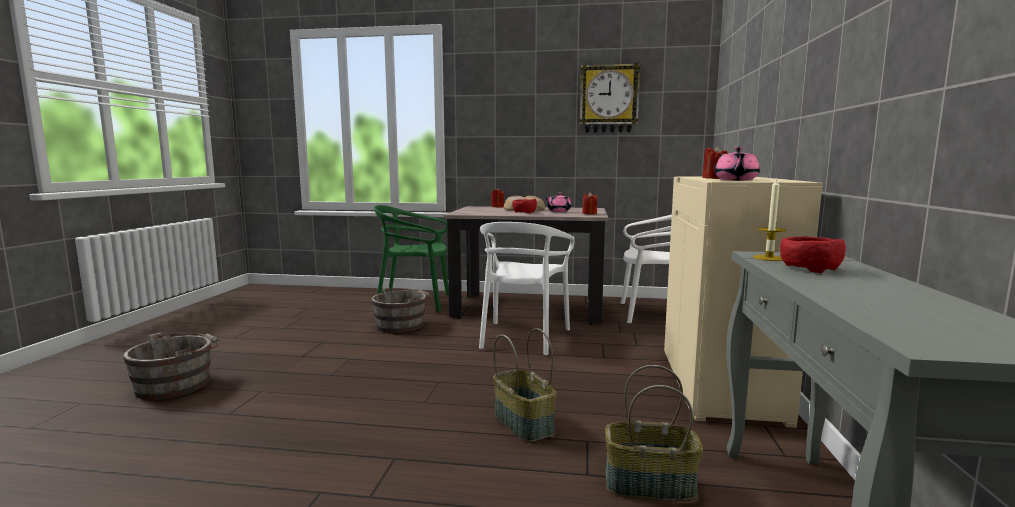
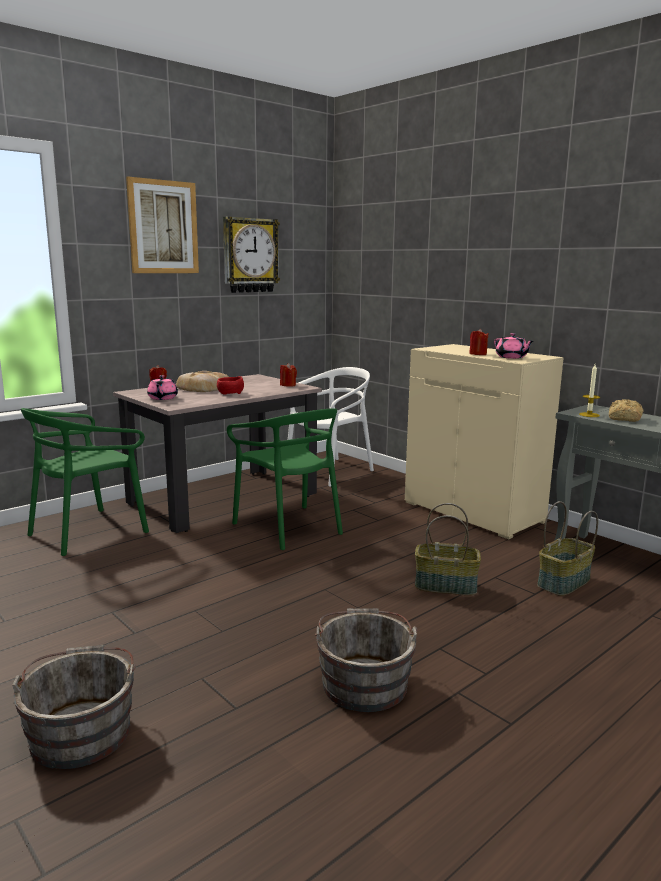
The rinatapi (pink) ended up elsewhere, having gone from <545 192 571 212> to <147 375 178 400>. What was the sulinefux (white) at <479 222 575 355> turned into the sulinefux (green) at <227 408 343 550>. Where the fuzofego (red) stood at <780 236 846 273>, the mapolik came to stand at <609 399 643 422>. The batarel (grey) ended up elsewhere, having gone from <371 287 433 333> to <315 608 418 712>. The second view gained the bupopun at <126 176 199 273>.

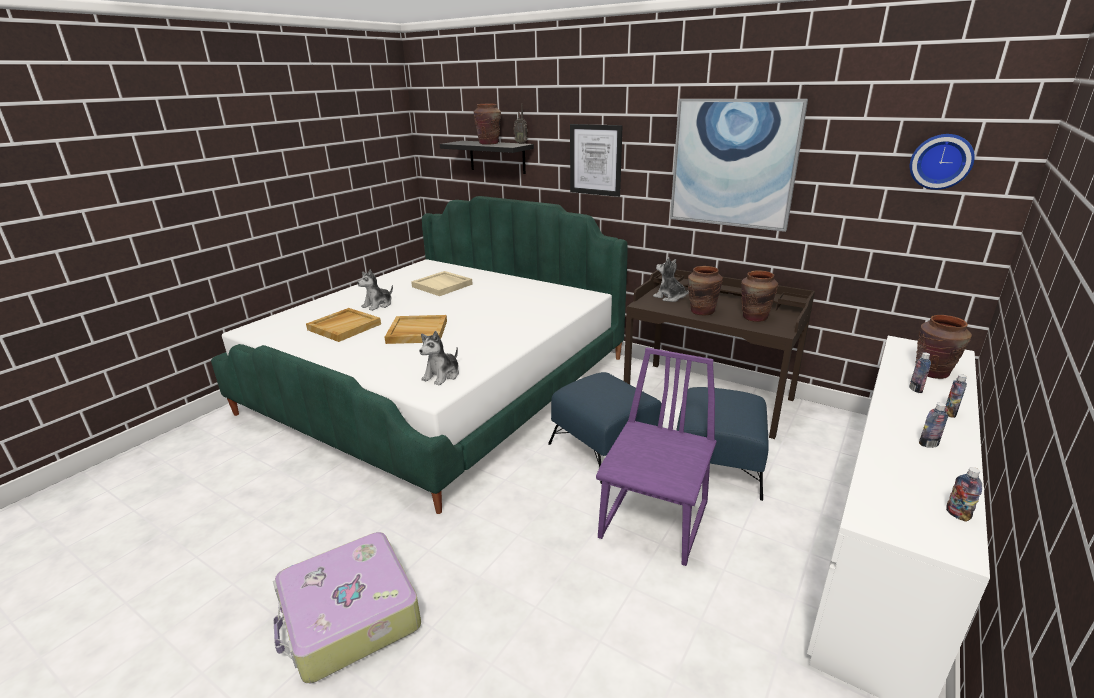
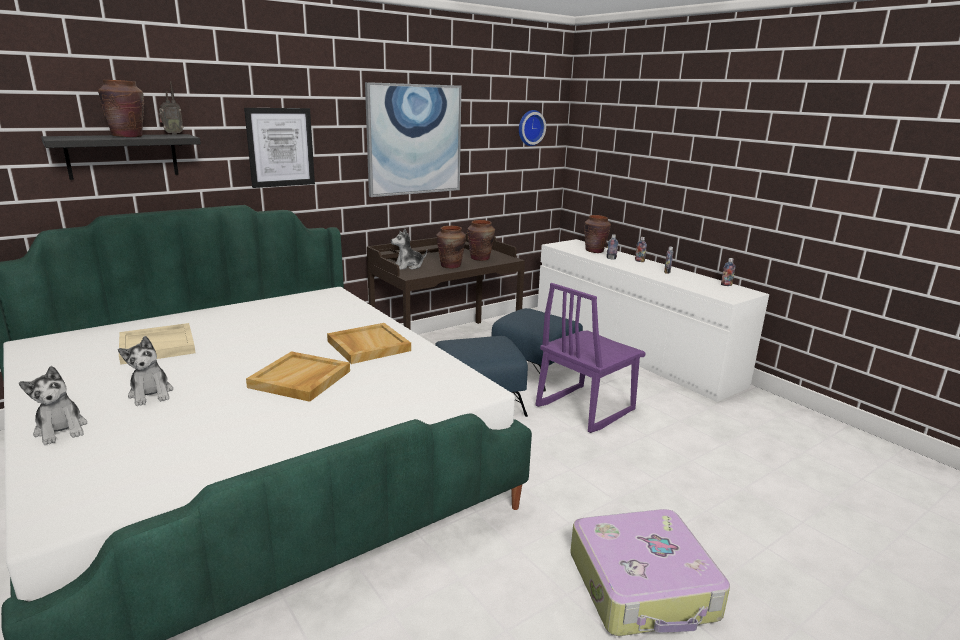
The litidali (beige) ended up elsewhere, having gone from <306 308 381 342> to <327 323 411 364>. The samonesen ended up elsewhere, having gone from <419 331 459 386> to <19 366 87 445>. The sulinefux (purple) at <596 348 716 566> ended up facing another way, 90 degrees counterclockwise from before.

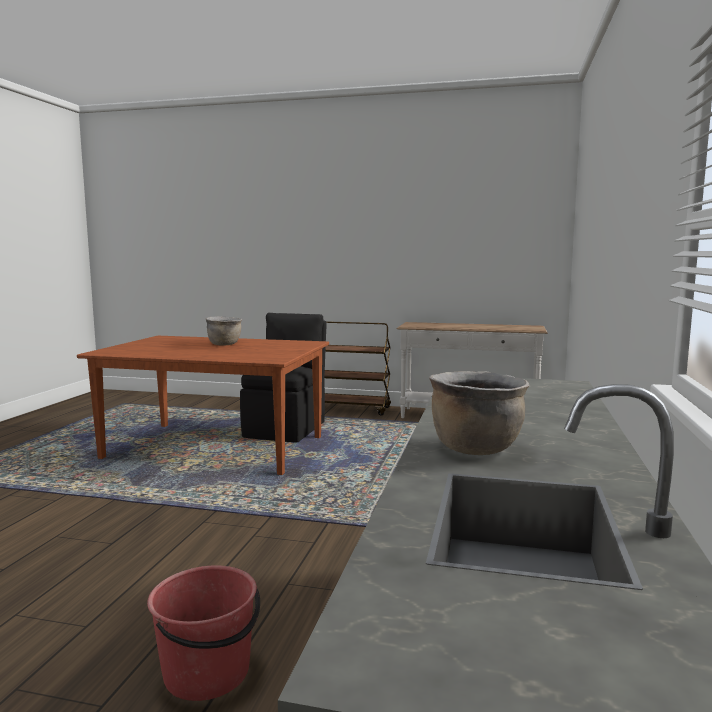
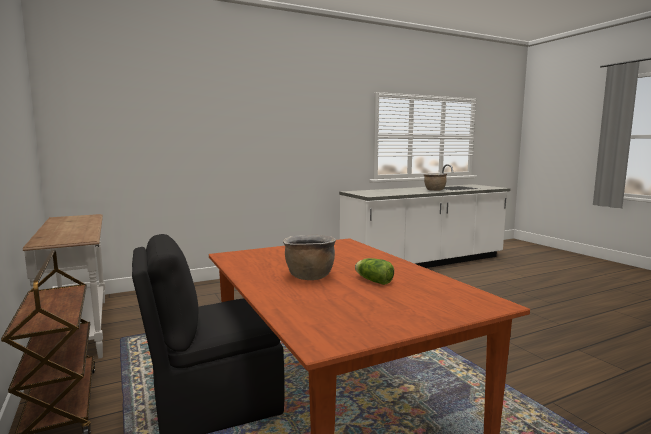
The second view lost the batarel (red) at <147 565 260 701>. The second view gained the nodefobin at <355 258 394 285>.

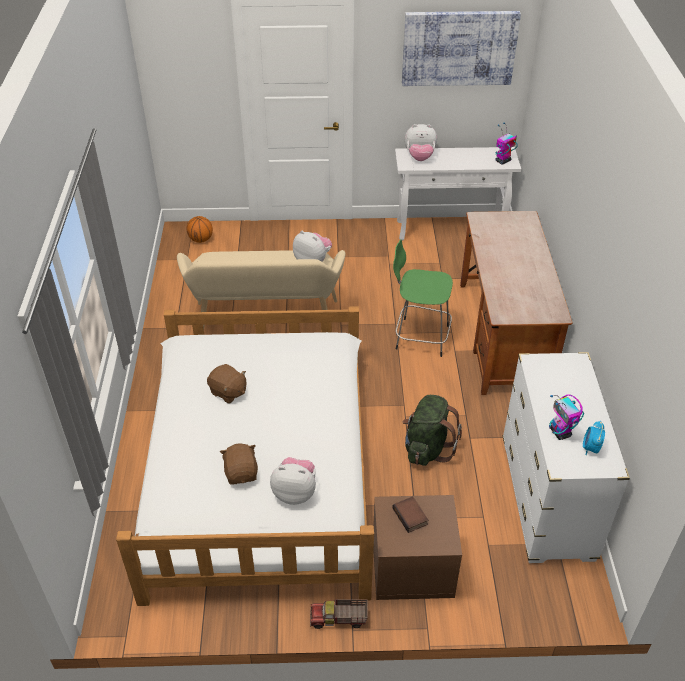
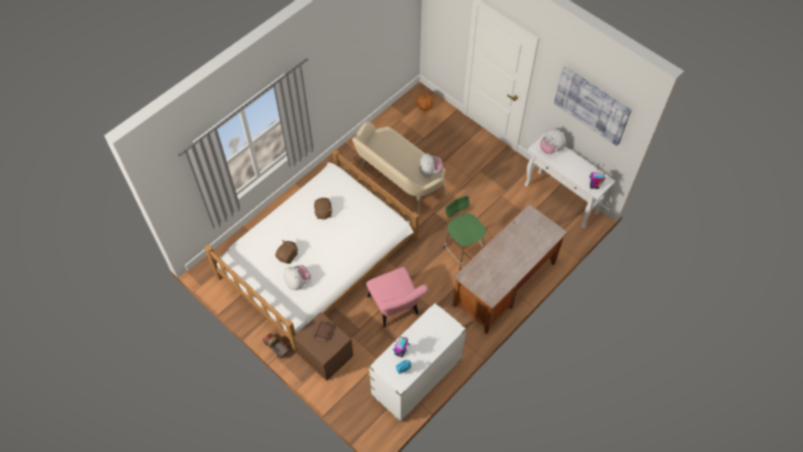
Where the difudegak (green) stood at <403 395 462 466>, the sulinefux (pink) came to stand at <366 267 428 328>.

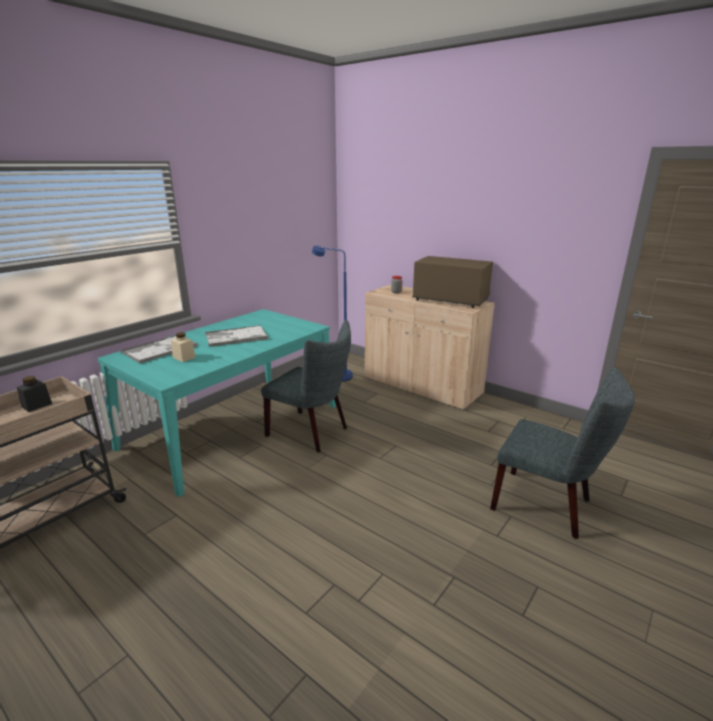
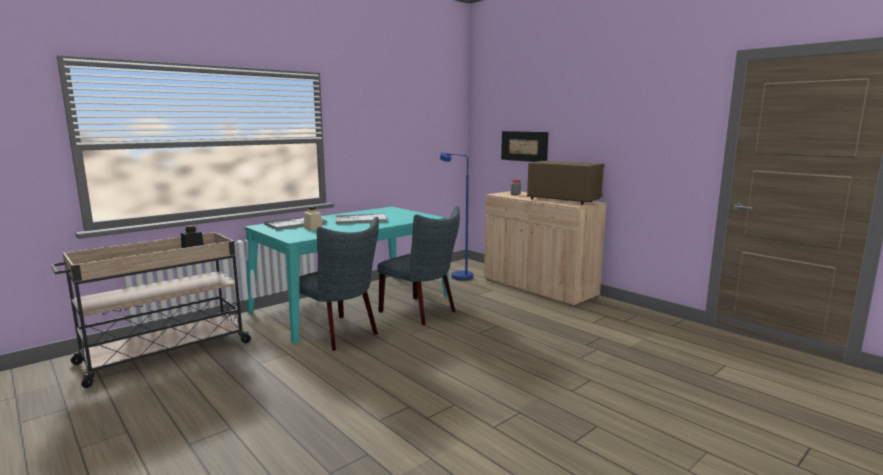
The sulinefux (grey) ended up elsewhere, having gone from <490 367 635 539> to <299 217 379 351>. The second view gained the bupopun at <501 131 549 162>.

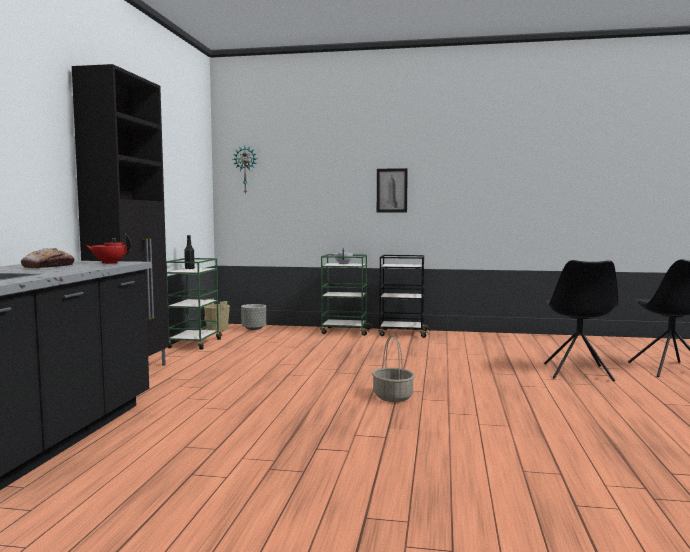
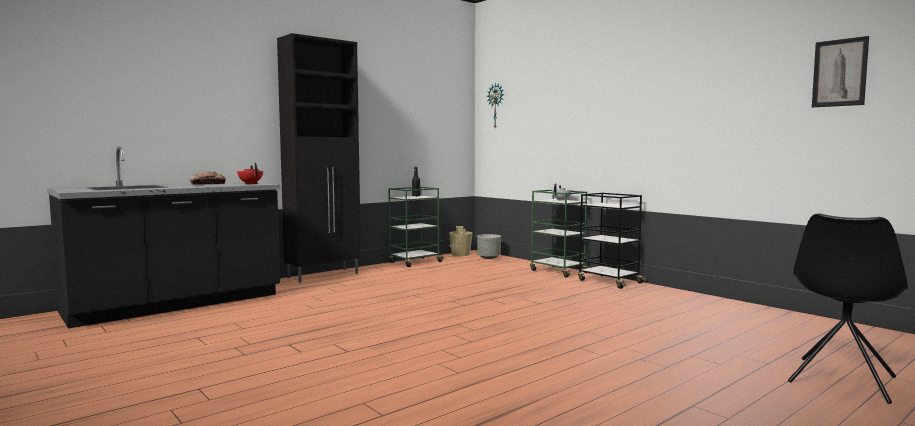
The bupopun ended up elsewhere, having gone from <377 168 408 213> to <812 36 869 108>. The second view lost the sulinefux (black) at <544 260 618 382>. The second view lost the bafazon at <372 335 415 402>.

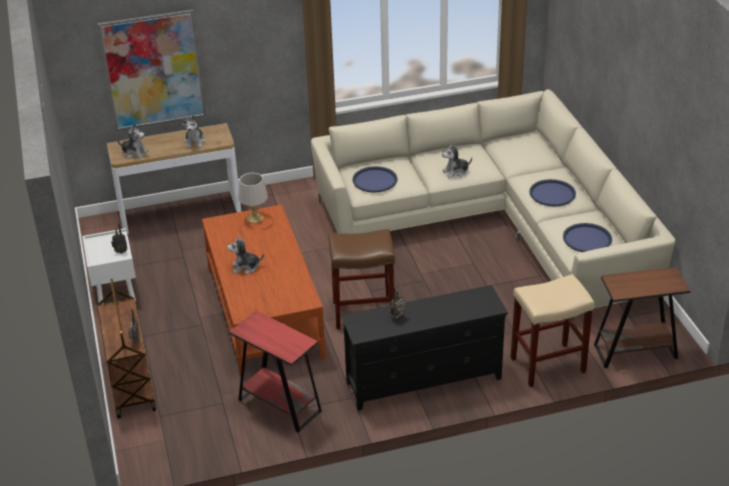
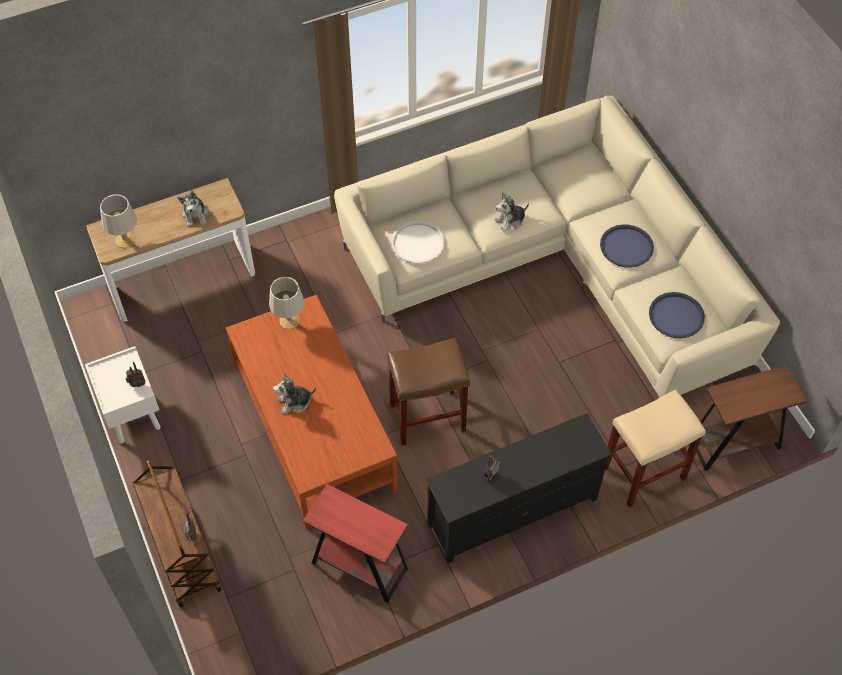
The second view lost the bupopun at <97 9 206 131>. Where the samonesen stood at <117 124 149 158>, the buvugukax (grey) came to stand at <100 194 137 248>. What was the litidali (blue) at <352 166 397 193> turned into the litidali (white) at <392 221 445 264>.

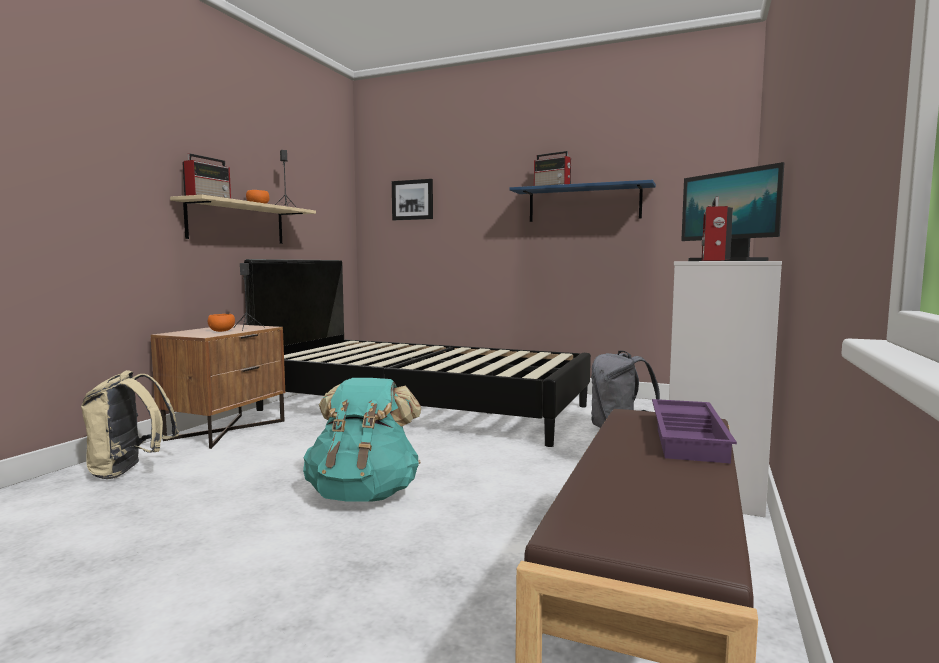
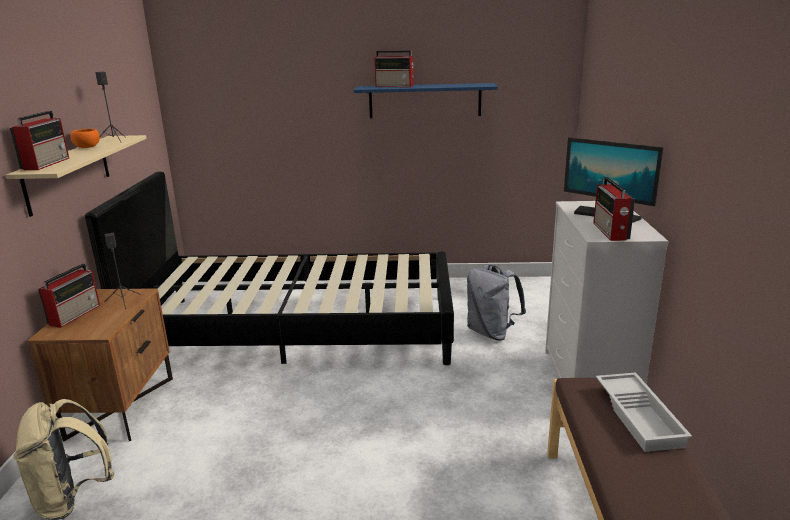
The second view lost the bupopun at <392 179 433 220>. The second view lost the fuzofego (orange) at <208 314 235 332>. The second view lost the difudegak (turquoise) at <303 378 421 502>. What was the litidali (purple) at <652 399 737 464> turned into the litidali (white) at <596 373 692 452>. The second view gained the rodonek at <38 263 100 328>.

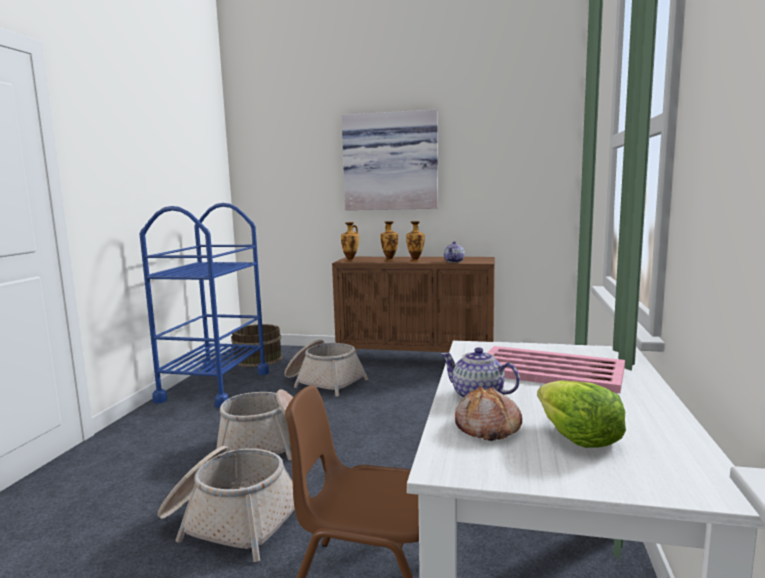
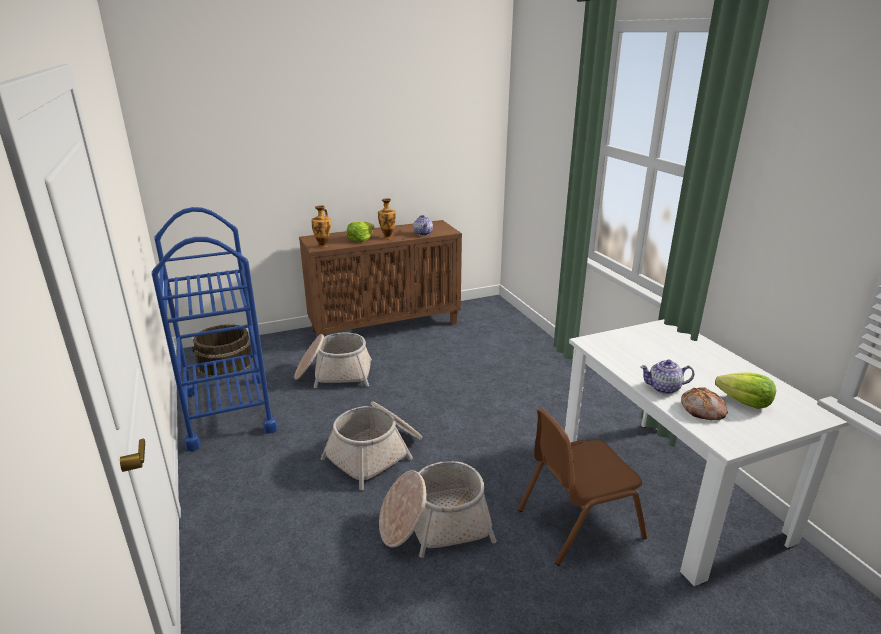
The second view lost the bupopun at <342 109 438 210>. Where the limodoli stood at <380 221 398 261>, the nodefobin came to stand at <346 222 374 242>. The second view lost the litidali (pink) at <487 346 625 393>.

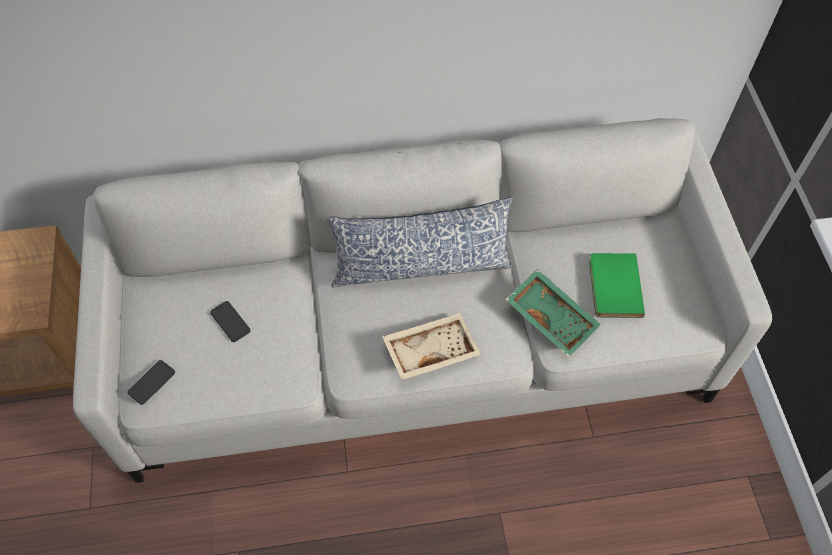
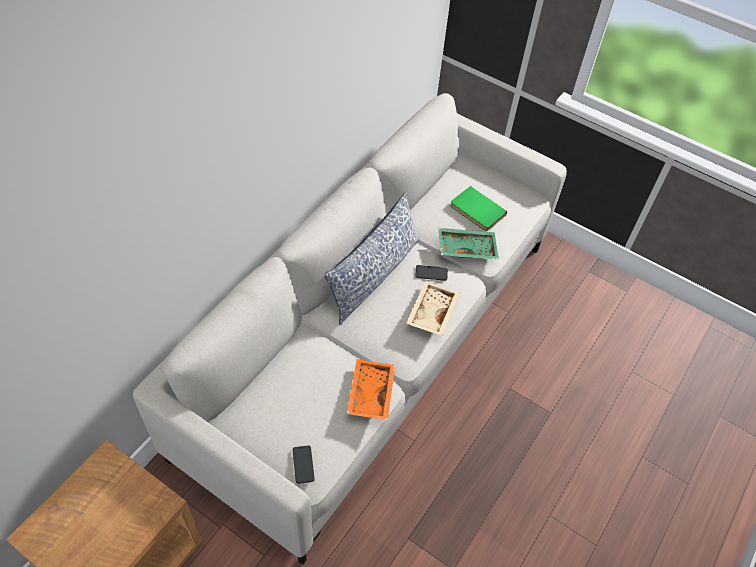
The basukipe ended up elsewhere, having gone from <210 301 251 342> to <415 265 448 281>. The second view gained the litidali (orange) at <347 359 395 420>.

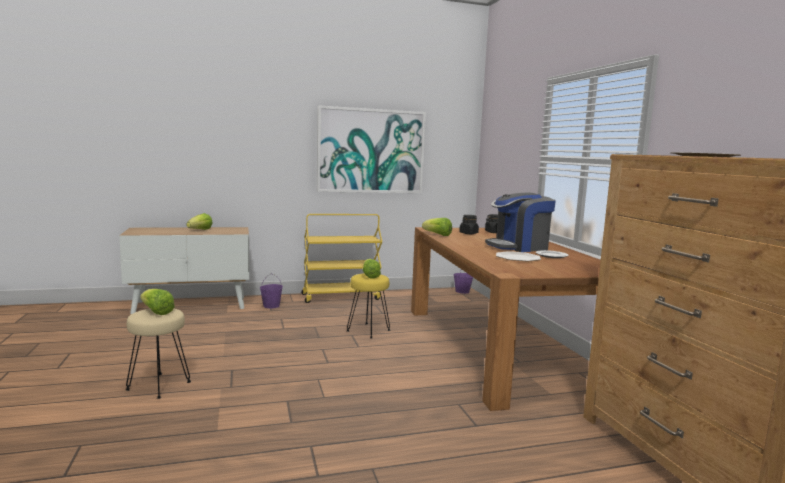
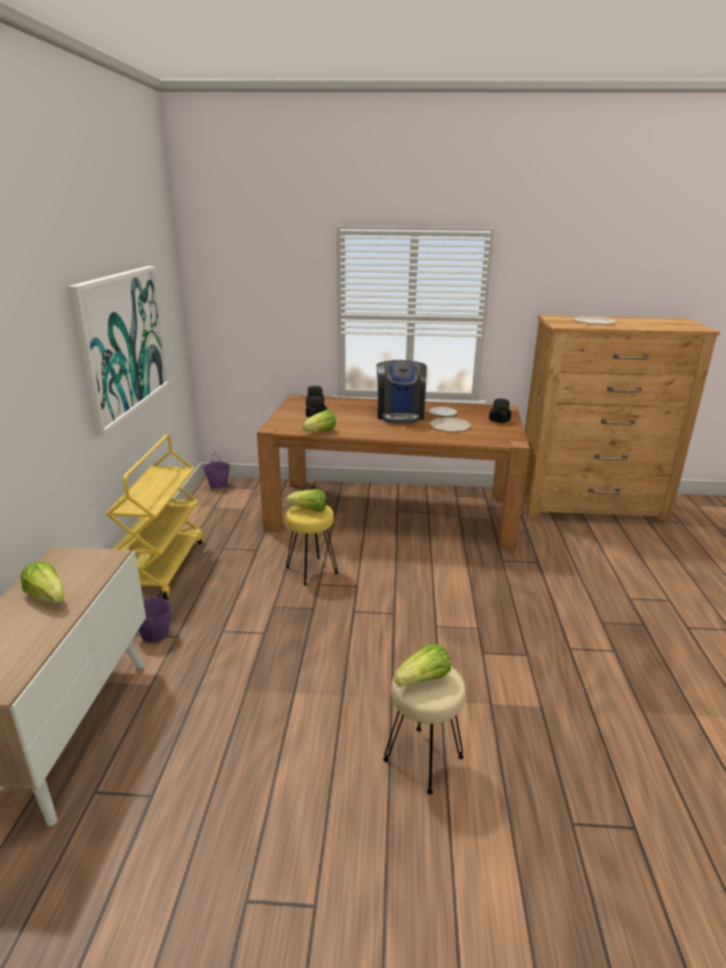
The second view gained the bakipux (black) at <489 399 511 423>.

